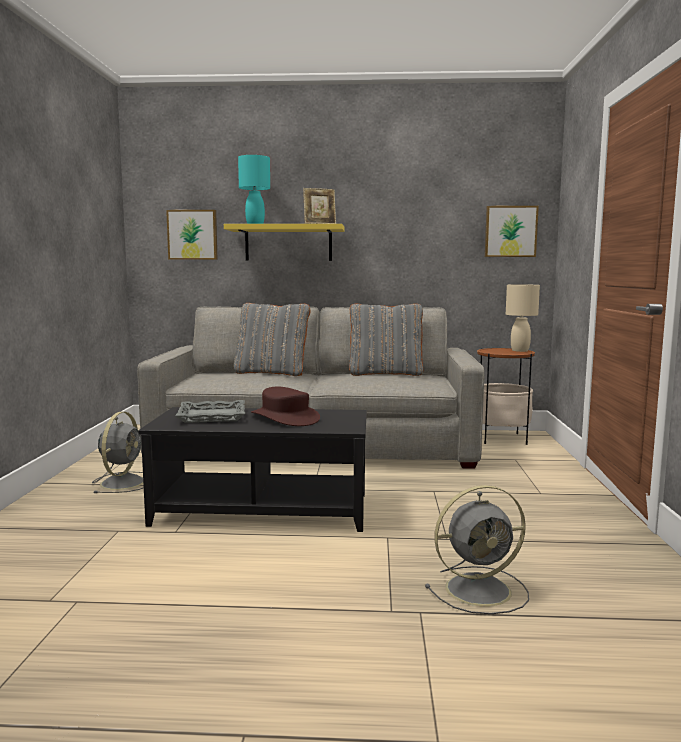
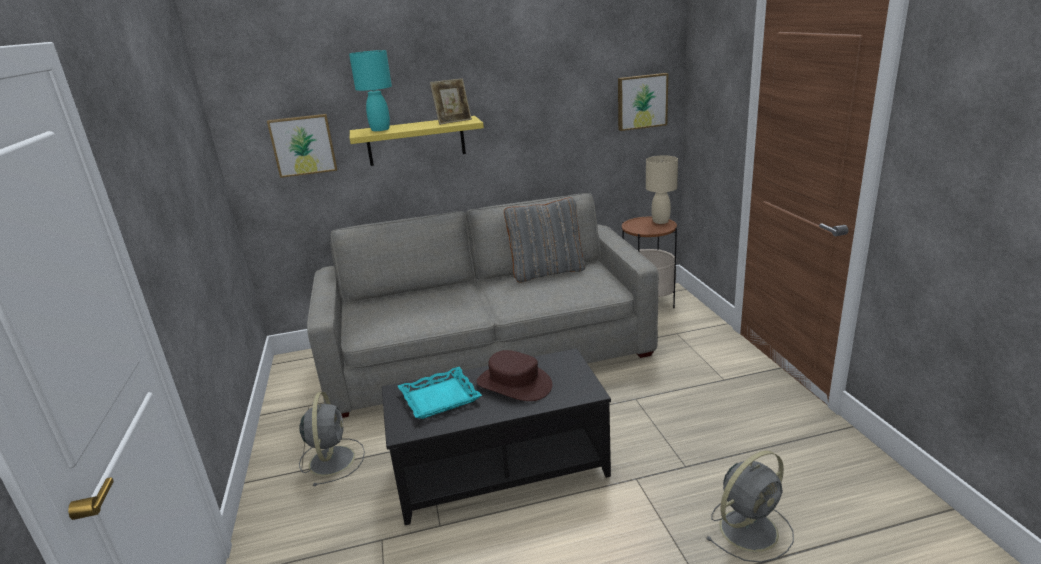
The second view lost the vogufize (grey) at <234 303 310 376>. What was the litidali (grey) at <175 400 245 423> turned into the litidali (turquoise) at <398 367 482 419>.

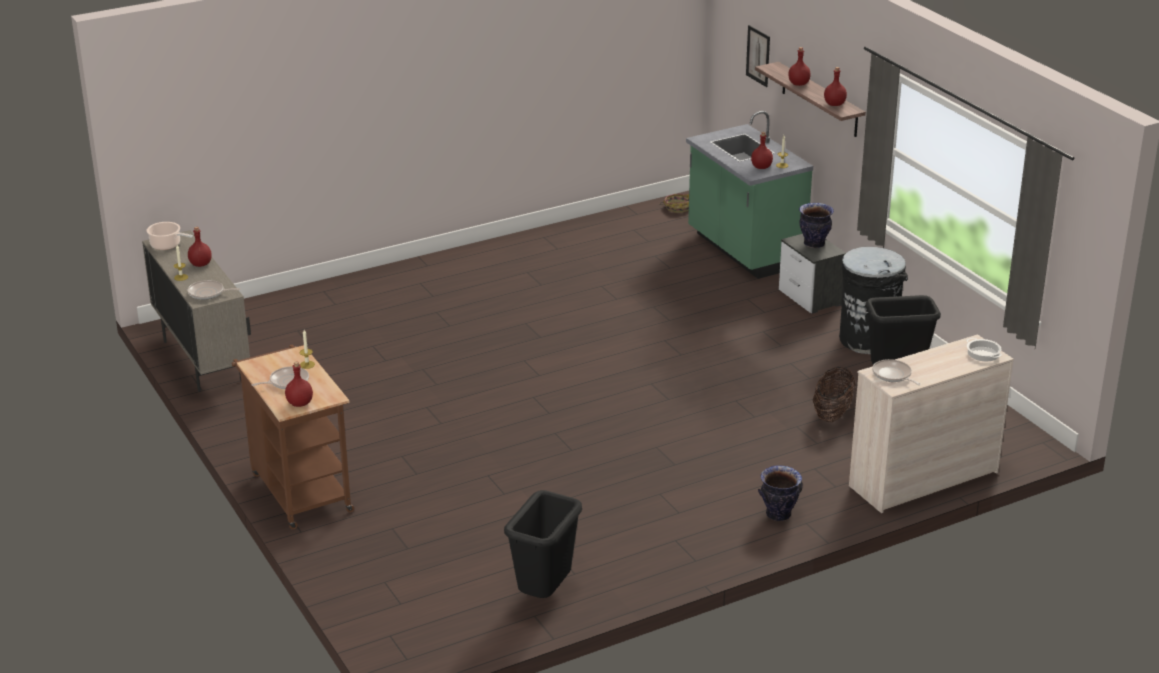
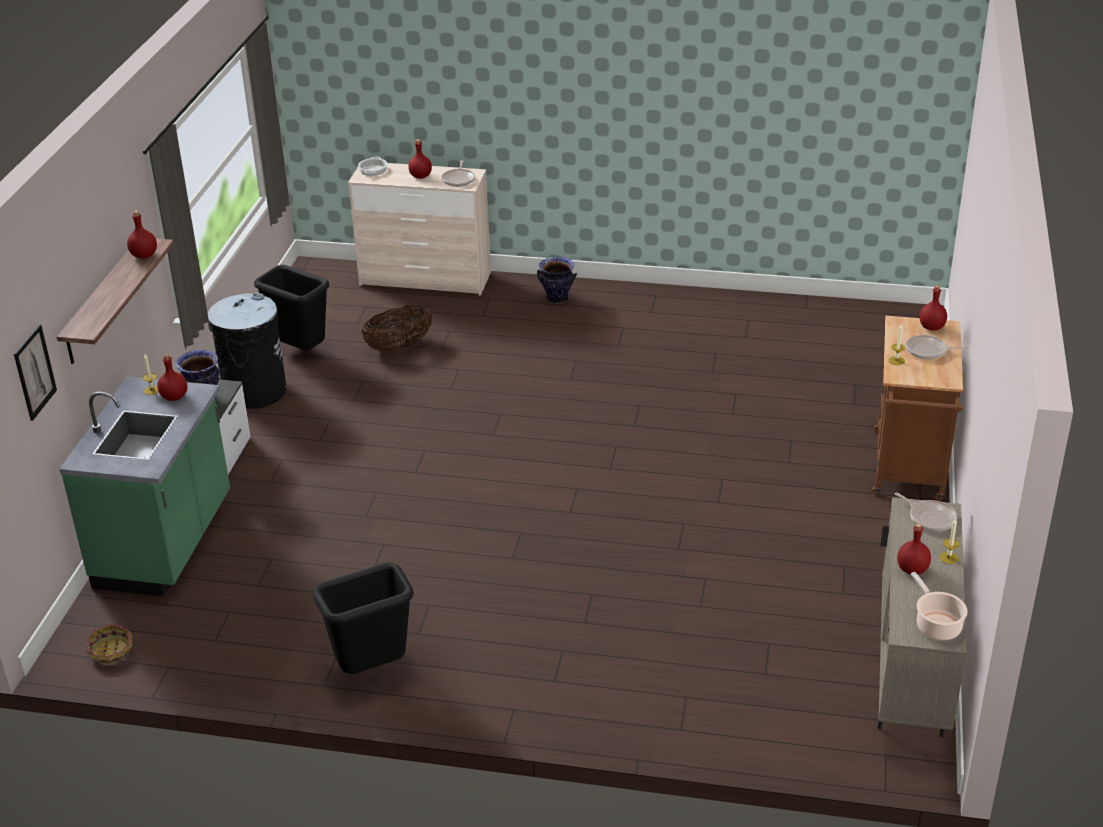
The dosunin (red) ended up elsewhere, having gone from <788 47 811 86> to <408 139 432 179>. The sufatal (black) ended up elsewhere, having gone from <504 490 582 598> to <313 562 414 674>.

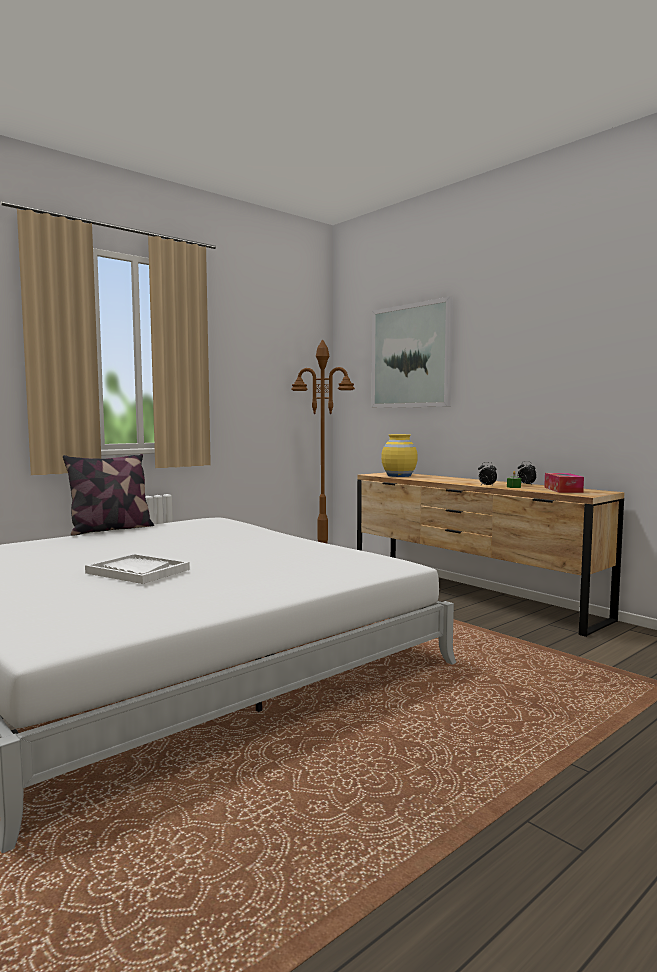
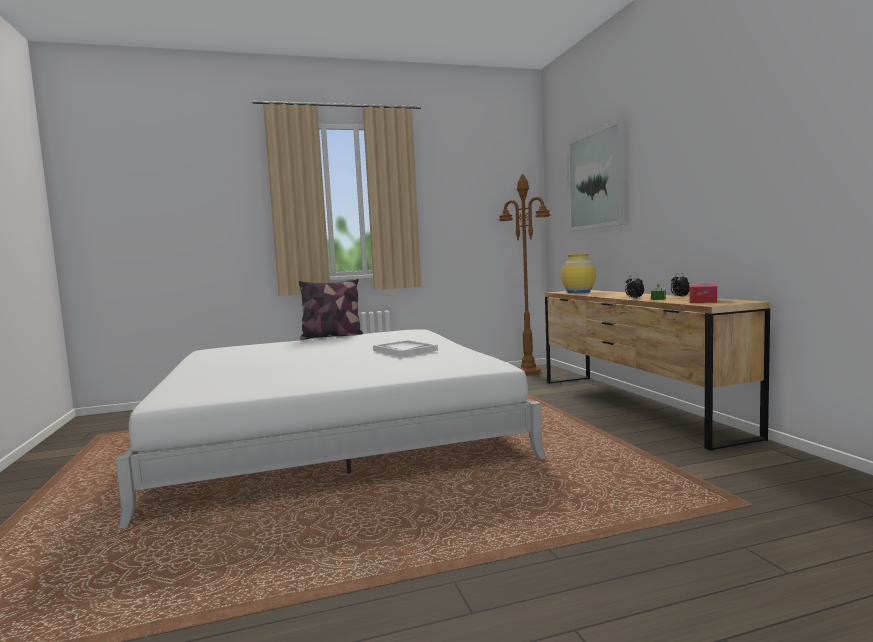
The litidali (white) ended up elsewhere, having gone from <85 554 190 584> to <373 340 438 357>.

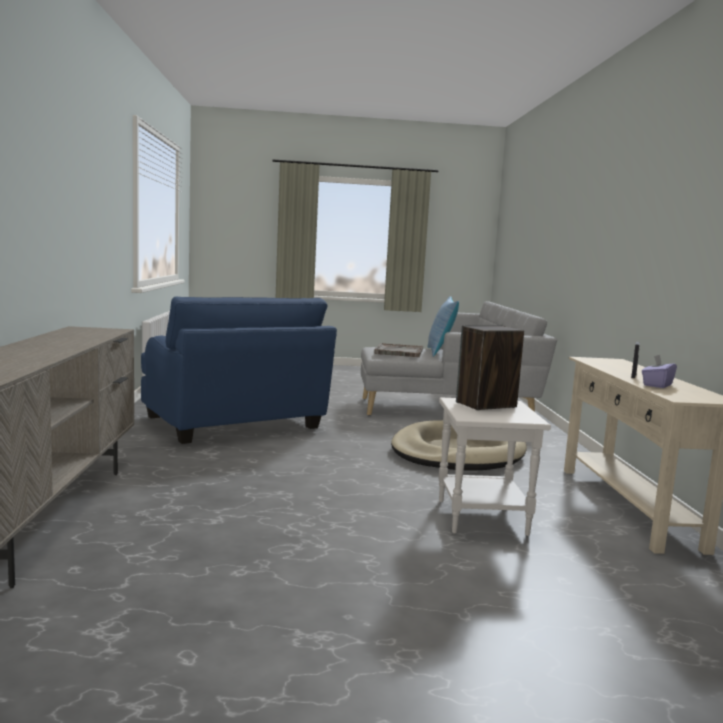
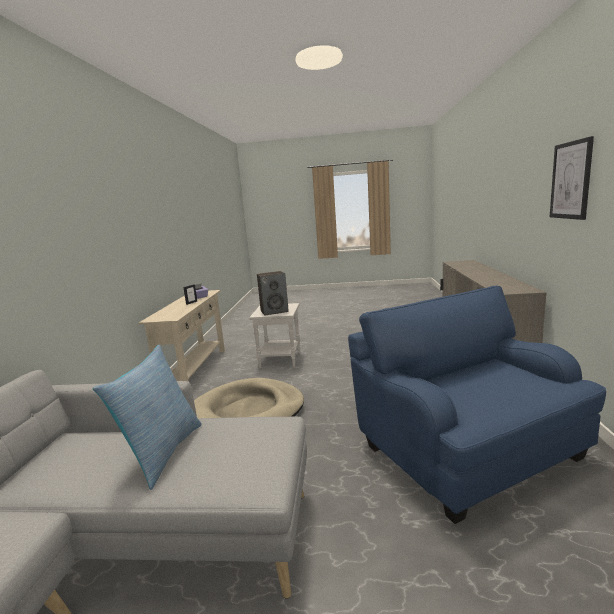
The second view lost the litidali (grey) at <374 343 423 357>. The second view gained the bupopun at <550 136 594 220>.

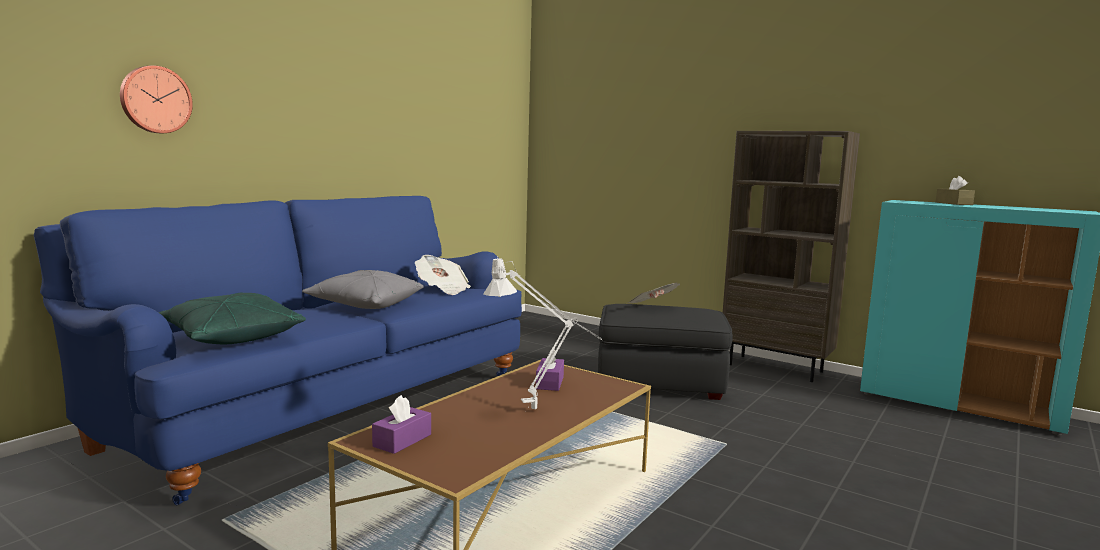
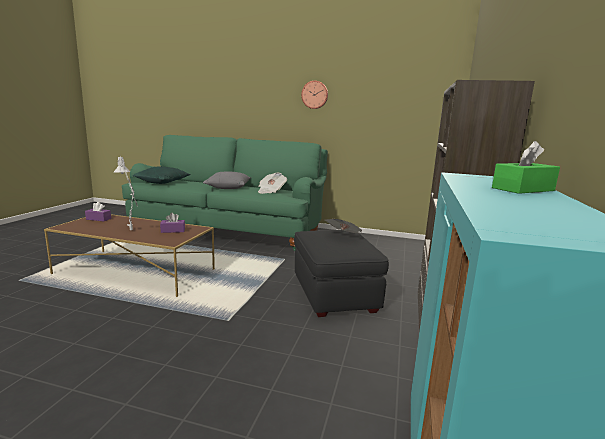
The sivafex ended up elsewhere, having gone from <120 65 193 133> to <301 81 328 109>. What was the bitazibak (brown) at <936 176 975 205> turned into the bitazibak (green) at <492 141 560 194>. What was the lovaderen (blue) at <34 196 522 505> turned into the lovaderen (green) at <122 135 328 251>.

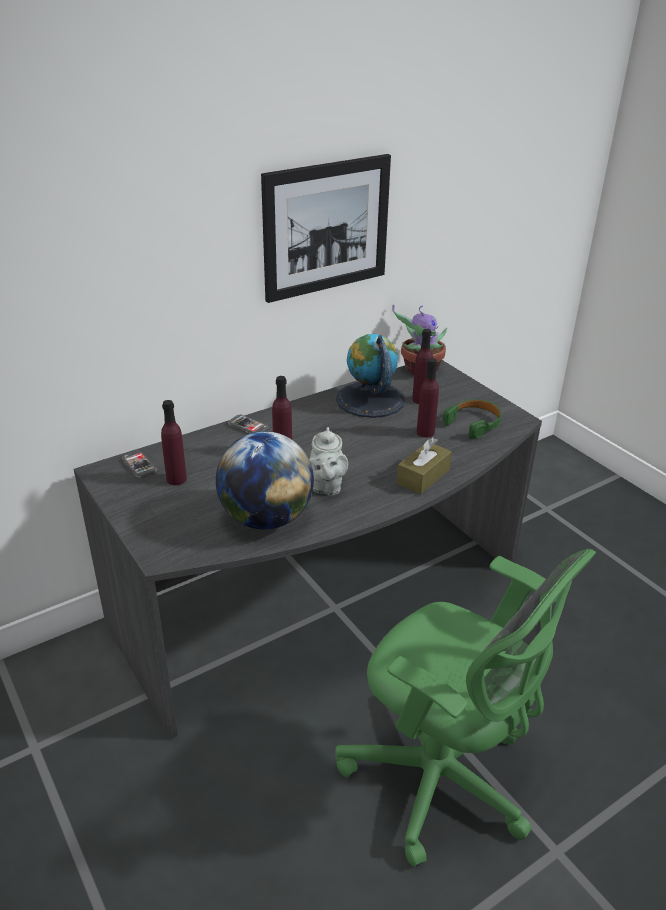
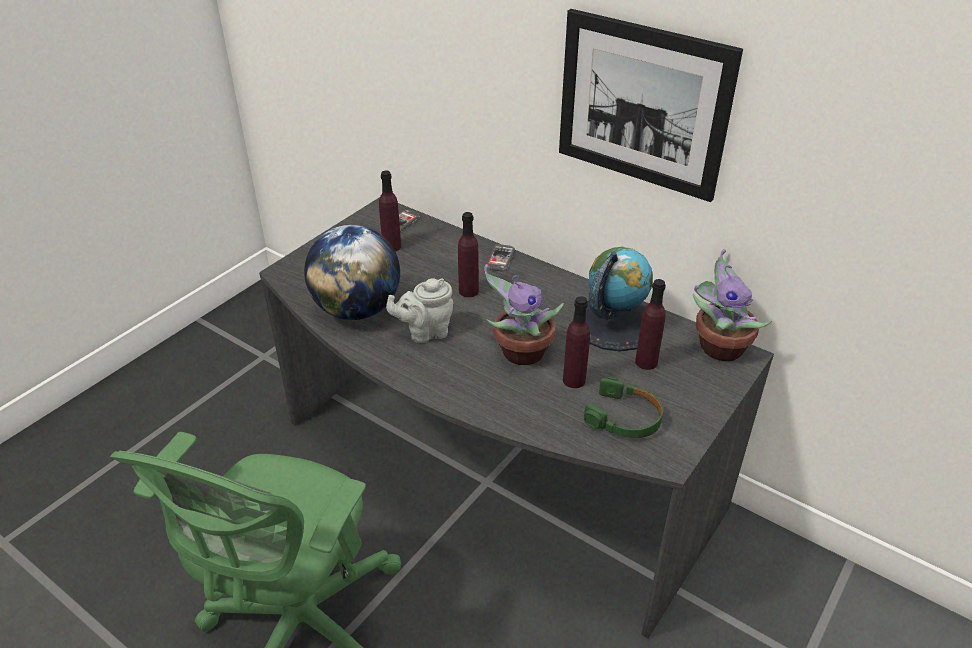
The second view lost the bitazibak (brown) at <397 438 452 494>. The second view gained the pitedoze at <484 264 564 365>.

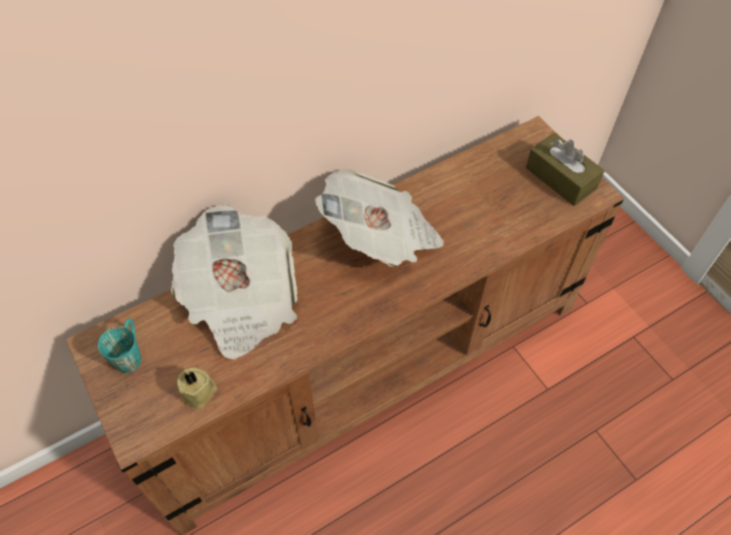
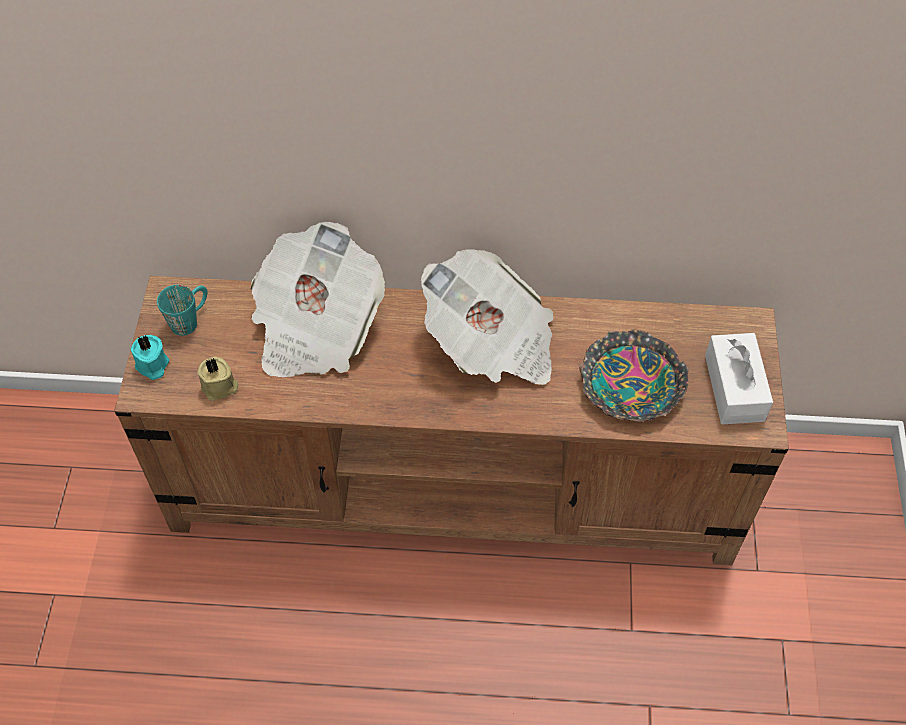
What was the bitazibak (brown) at <526 133 605 206> turned into the bitazibak (white) at <705 333 773 424>. The second view gained the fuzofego at <579 329 689 422>. The second view gained the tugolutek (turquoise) at <131 335 169 380>.

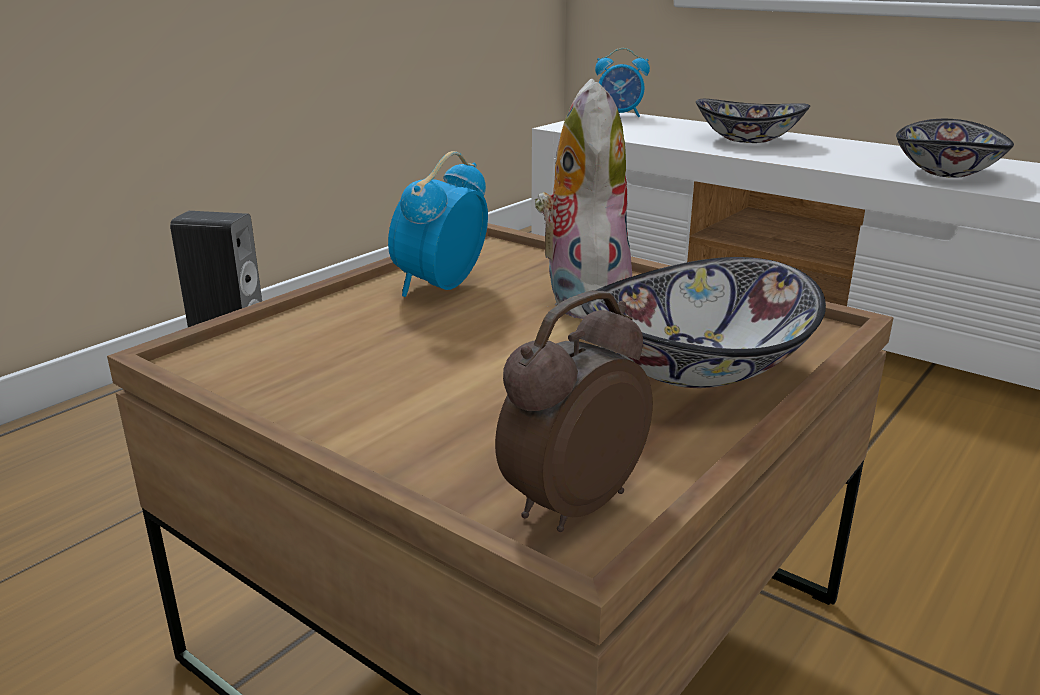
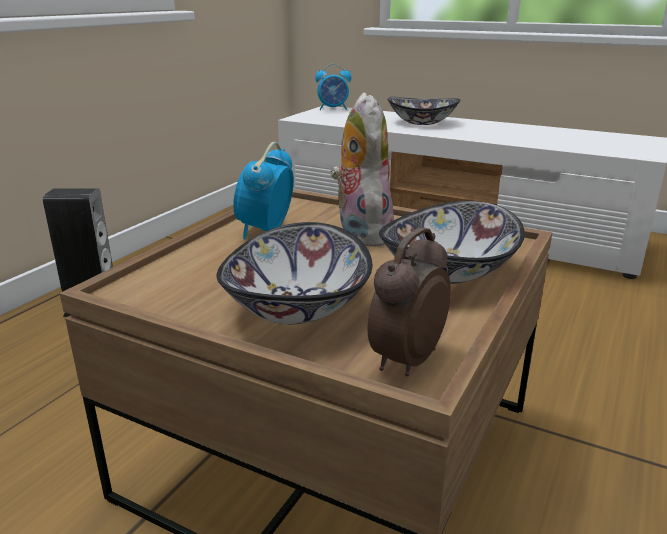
The fuzofego ended up elsewhere, having gone from <896 119 1014 178> to <216 222 372 324>.

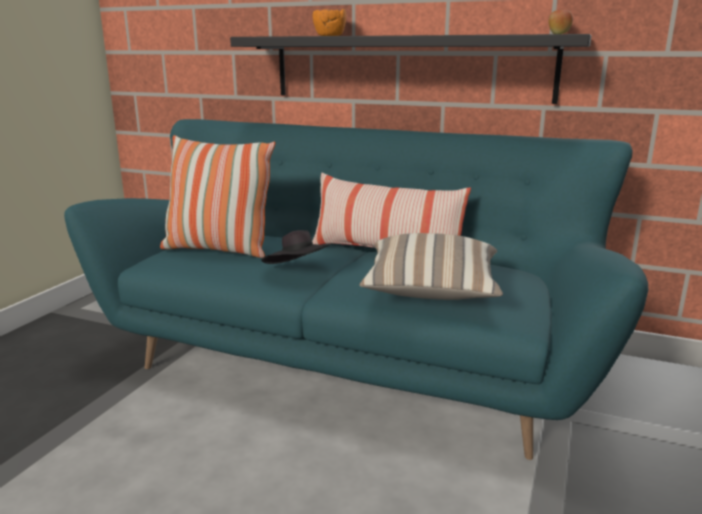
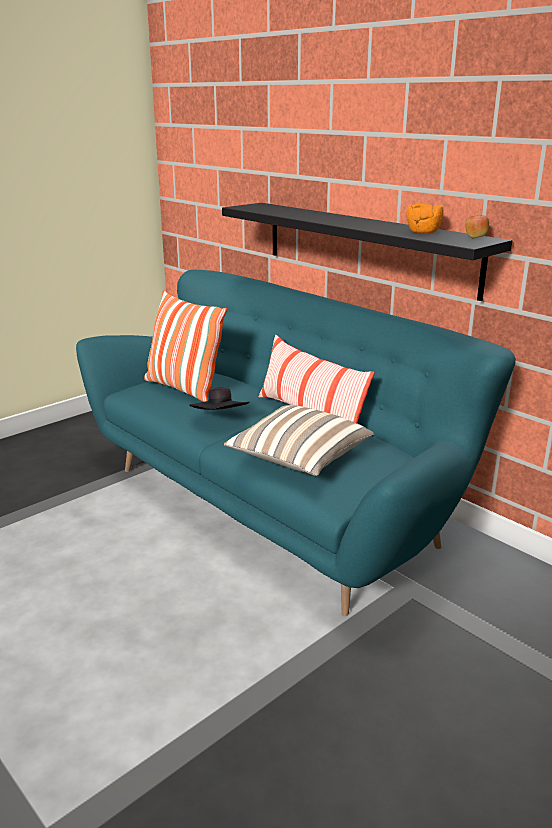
The fuzofego (orange) ended up elsewhere, having gone from <313 9 346 36> to <406 204 443 233>.

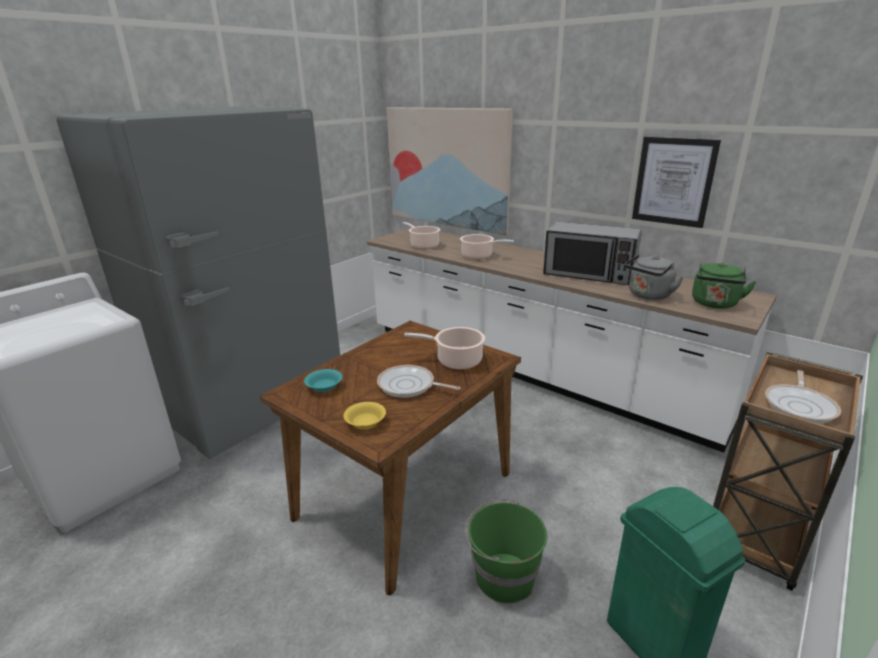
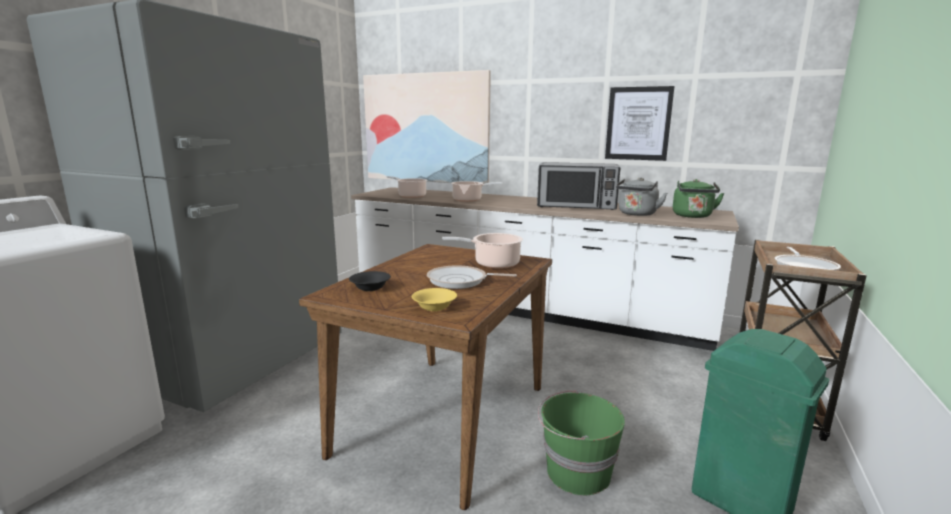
What was the fuzofego (turquoise) at <304 369 342 392> turned into the fuzofego (black) at <349 271 391 291>.

